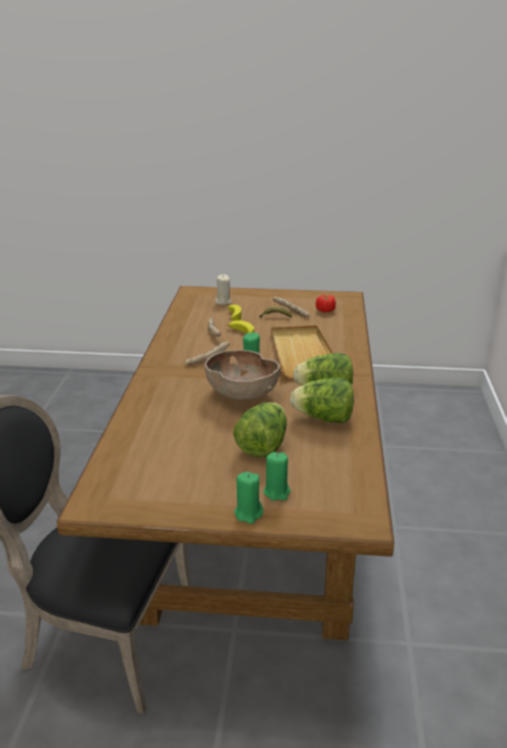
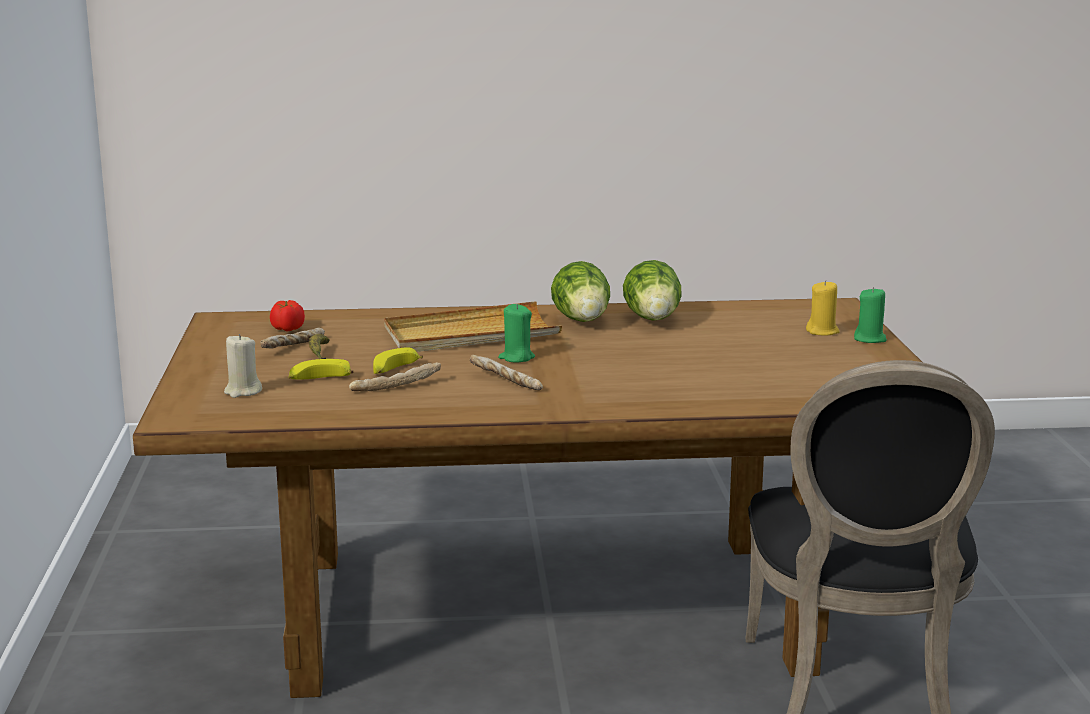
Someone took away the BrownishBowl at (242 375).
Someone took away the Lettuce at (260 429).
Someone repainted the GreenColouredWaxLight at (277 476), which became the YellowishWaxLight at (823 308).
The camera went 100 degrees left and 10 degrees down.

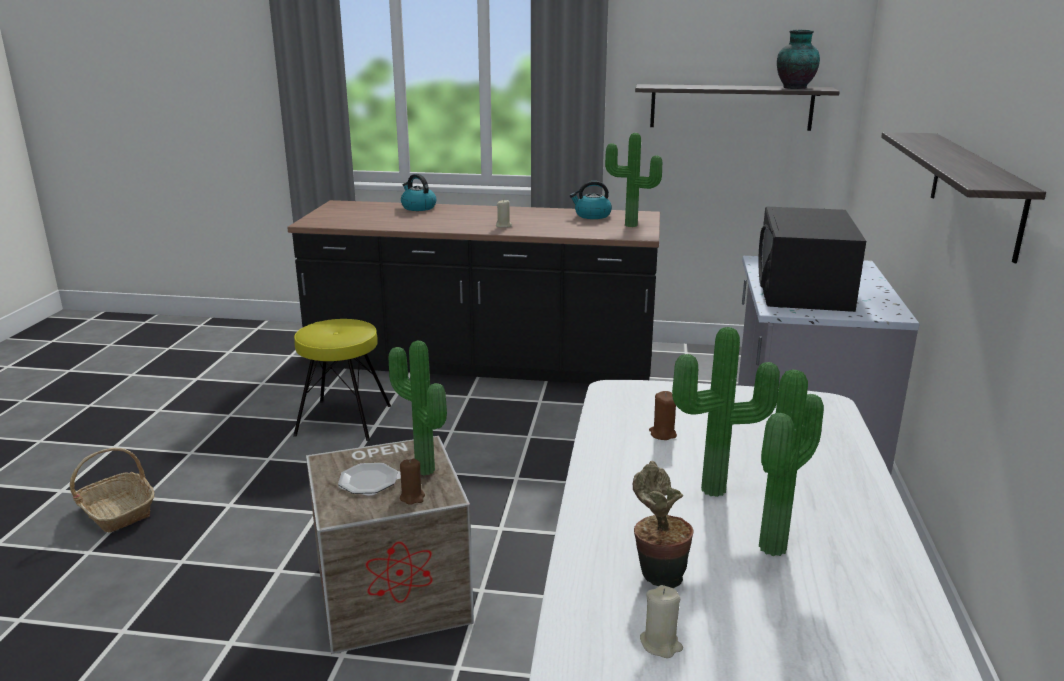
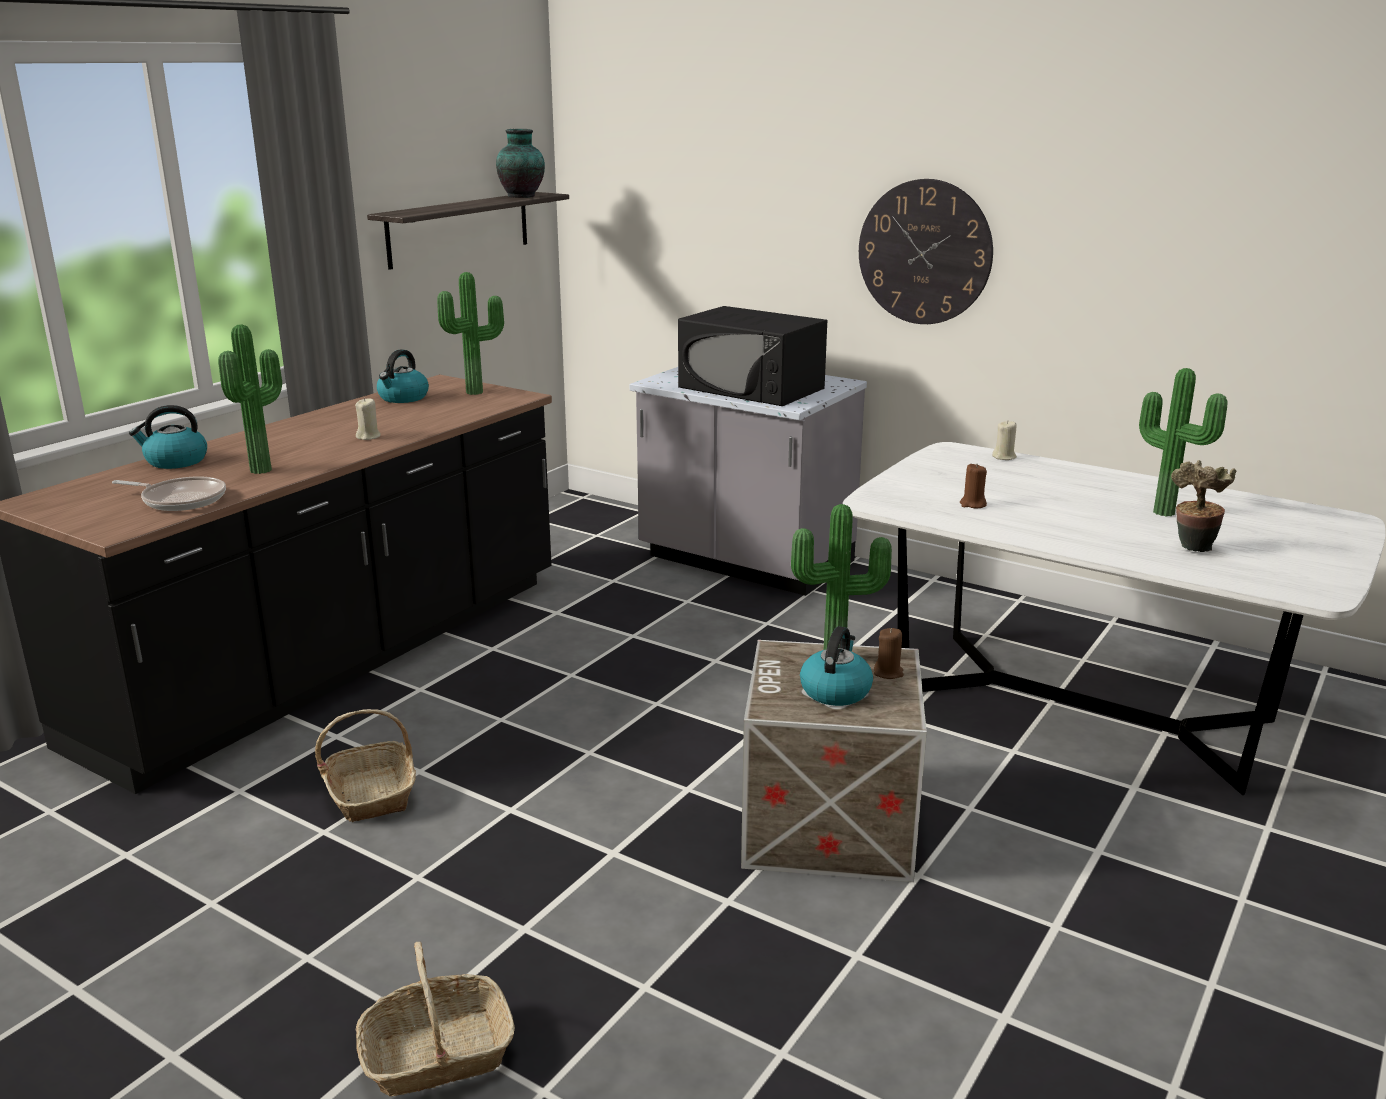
Someone swapped the YellowishStoolSeat at (342 380) for the StorageBasket at (365 765).
Someone swapped the Plate at (367 478) for the TeaKettle at (836 666).
Someone carried the SandColouredWaxLight from (661 621) to (1004 440).
Someone carried the Houseplant from (726 412) to (250 399).
Someone swapped the WallShelf at (963 197) for the ClockOnTheWall at (926 251).
Someone put down the Skillet at (169 493).
The camera went 65 degrees left and 0 degrees up.

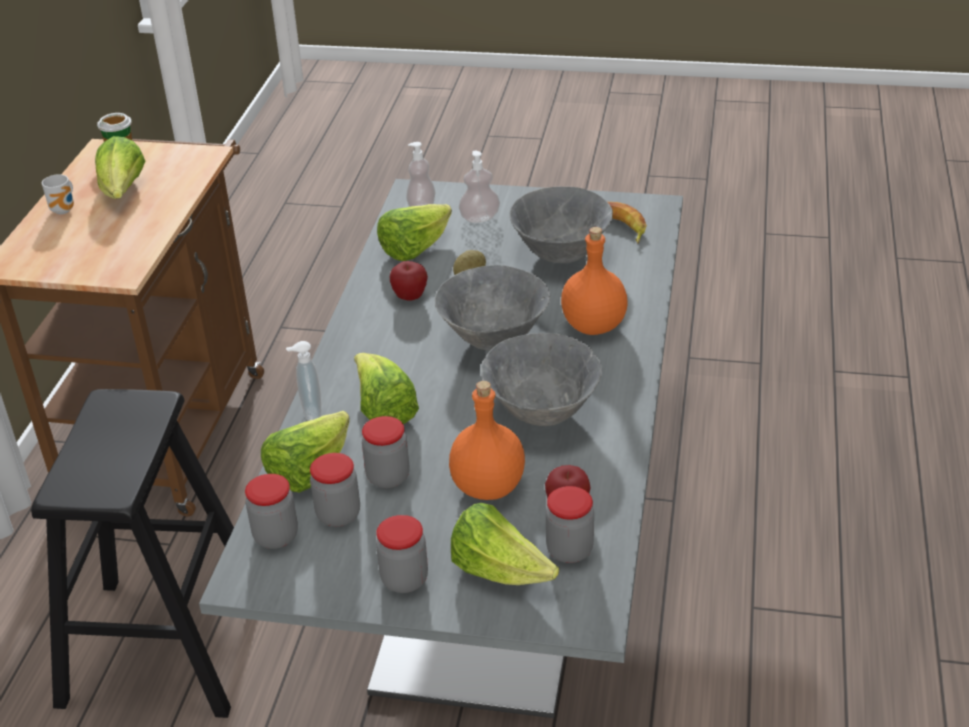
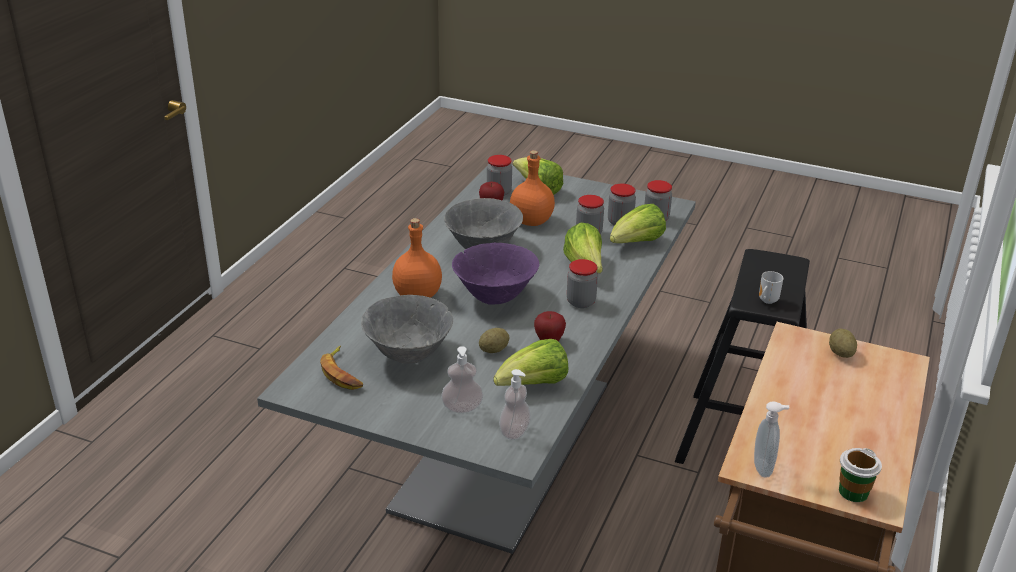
Someone carried the Mug from (58 194) to (771 287).
Someone took away the Lettuce at (120 167).
Someone carried the SoapBottle from (303 381) to (772 439).
Someone carried the PreserveJar from (402 554) to (582 283).
Someone repainted the GreyishBowl at (492 308), which became the PurpleBowl at (495 274).
Someone put down the WholePotato at (843 343).
The camera went 170 degrees left and 5 degrees down.

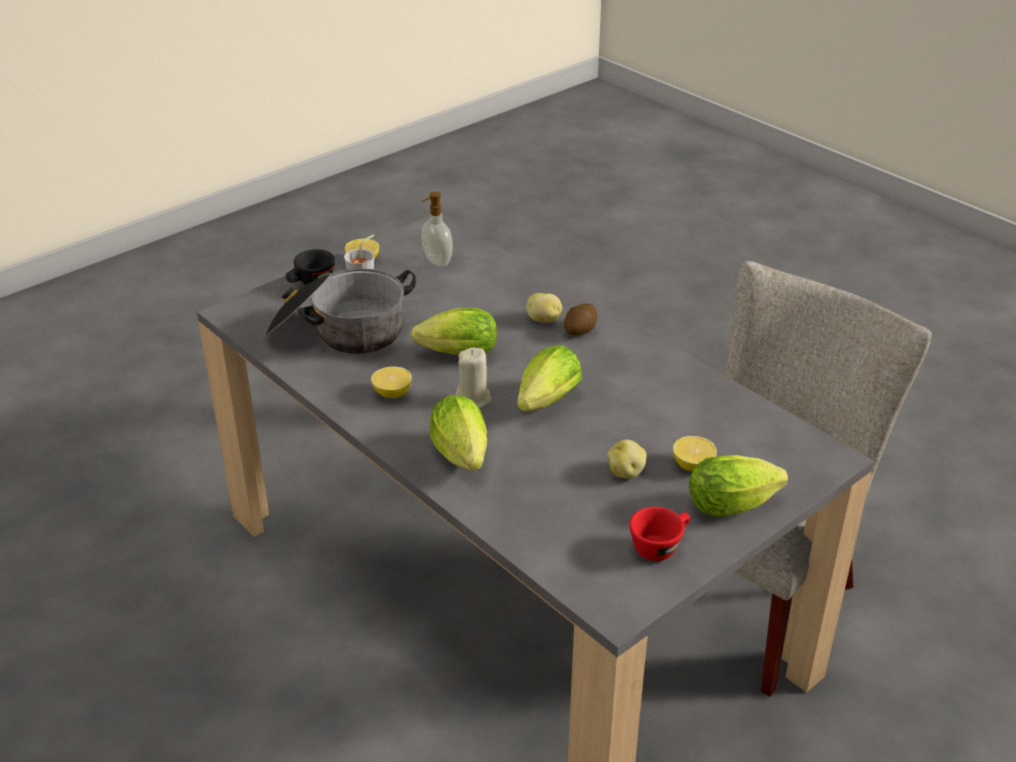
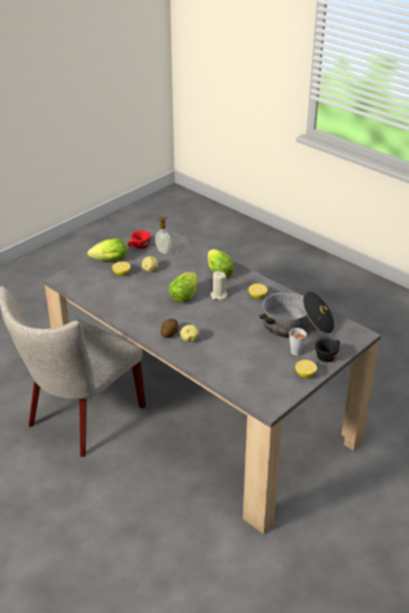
Someone took away the Lettuce at (454 331).
Someone carried the SoapBottle from (437 229) to (163 235).
The camera went 175 degrees right and 0 degrees up.

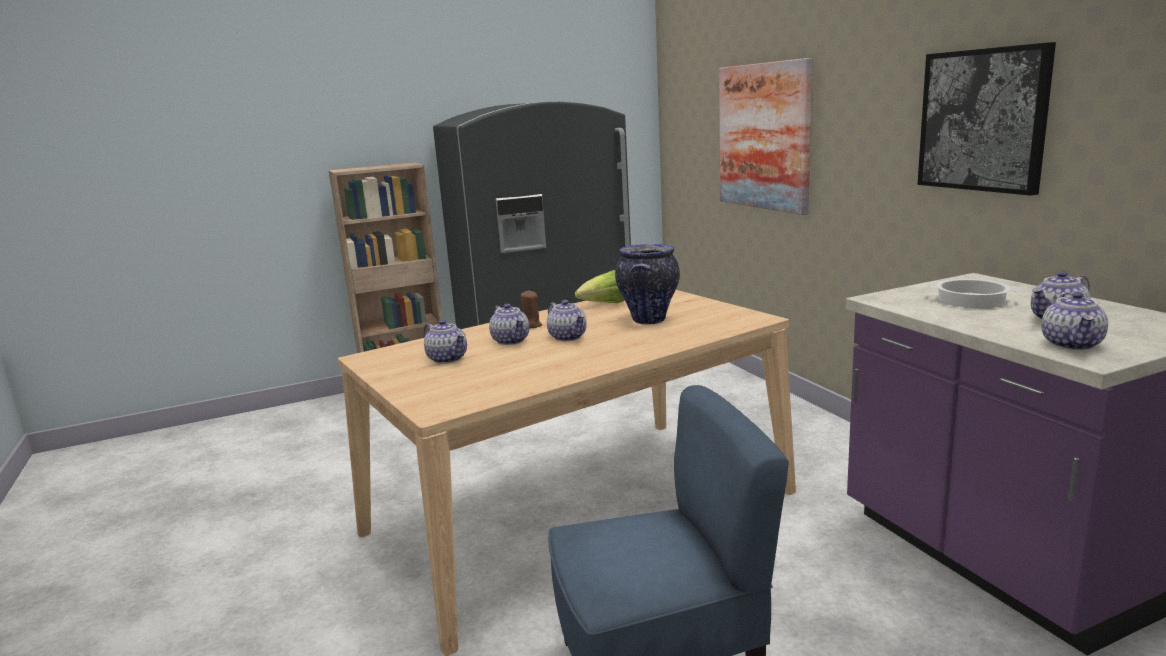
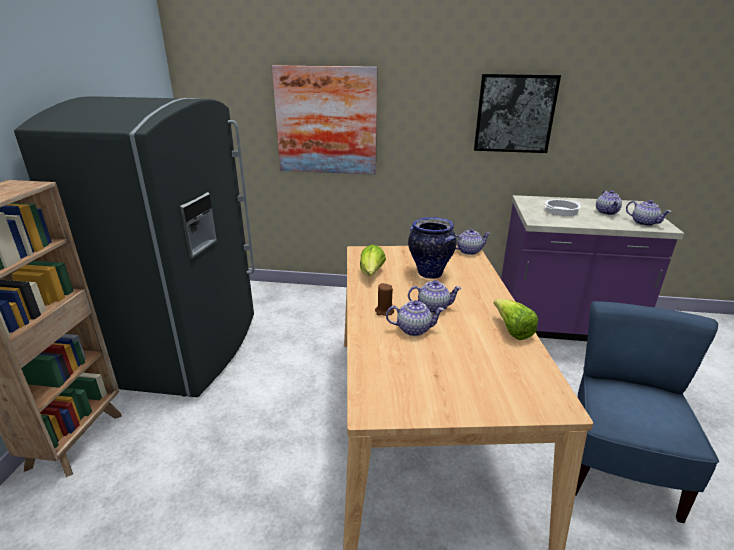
Someone carried the Teapot from (445 342) to (473 242).
Someone put down the Lettuce at (515 319).
The camera went 60 degrees left and 10 degrees up.

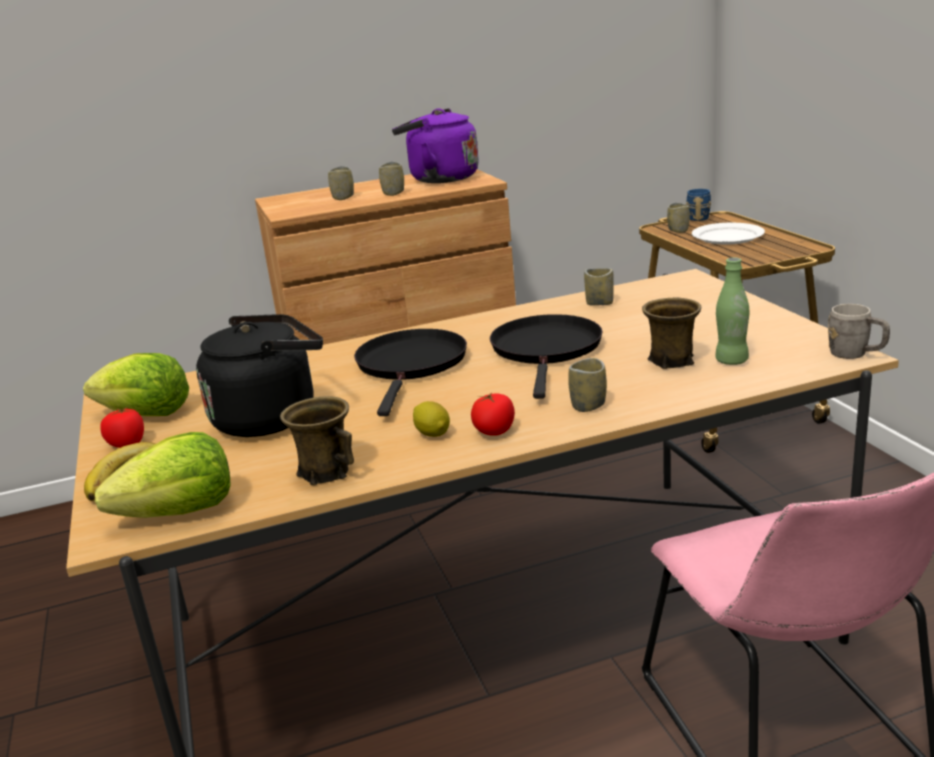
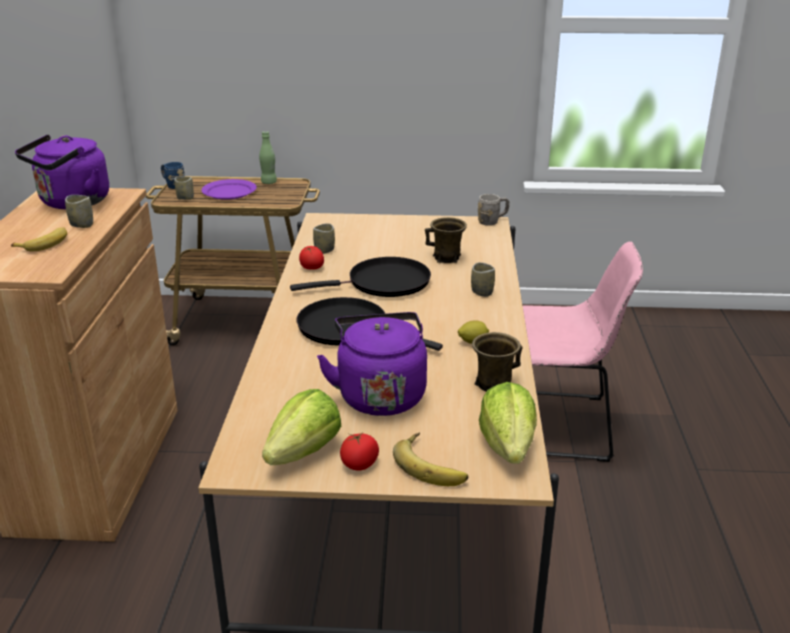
Someone repainted the BlackishTeaKettle at (259 375), which became the PurpleTeaKettle at (372 364).
Someone swapped the DrinkingCup at (341 183) for the BananaFruit at (39 239).
Someone carried the Tomato from (493 414) to (311 258).
Someone rotated the BlackishSkillet at (546 356) by 135 degrees clockwise.
Someone repainted the WhitishPlate at (728 234), which became the PurplePlate at (229 189).
Someone carried the GreenColouredBeverageBottle from (732 311) to (268 157).
The camera went 70 degrees left and 5 degrees up.

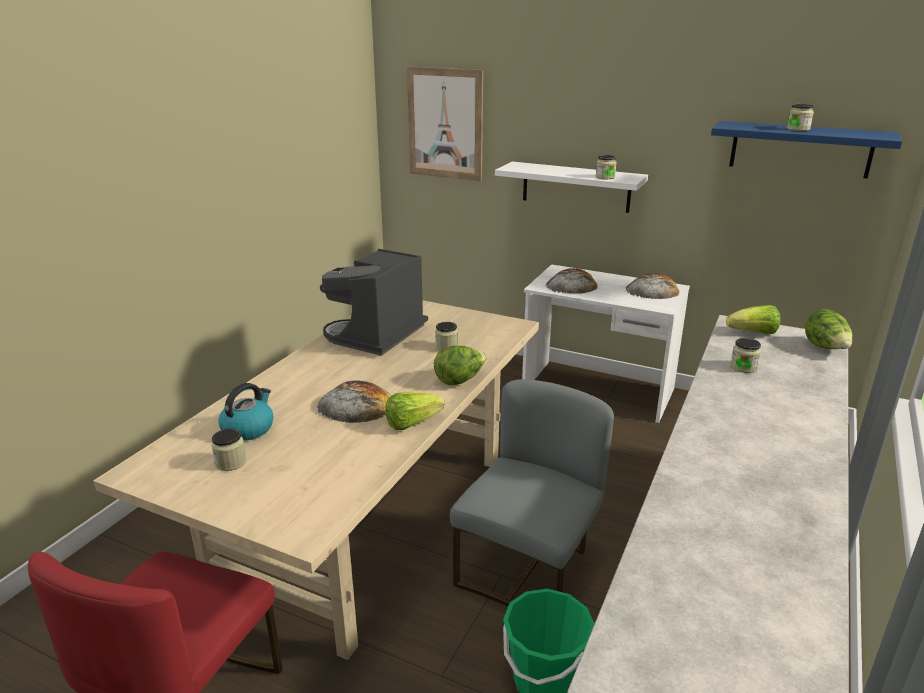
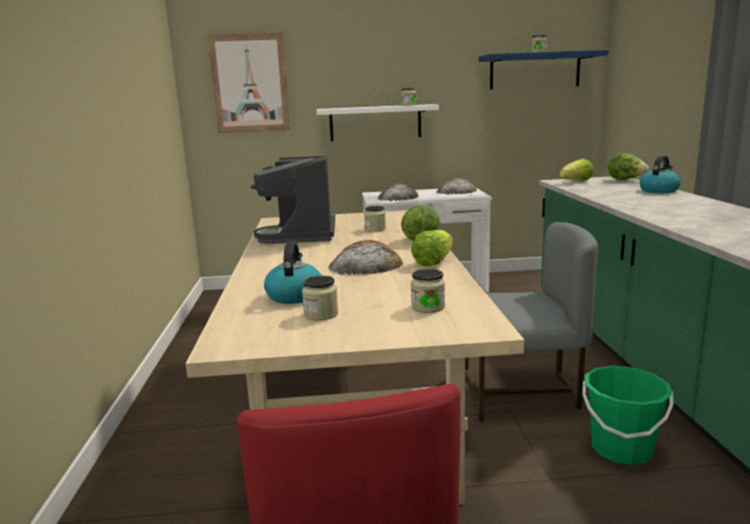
Someone rotated the GreyishChair at (532 492) by 90 degrees clockwise.
Someone carried the PreserveJar from (745 355) to (428 291).
Someone put down the TeaKettle at (660 174).
The camera went 30 degrees left and 10 degrees down.

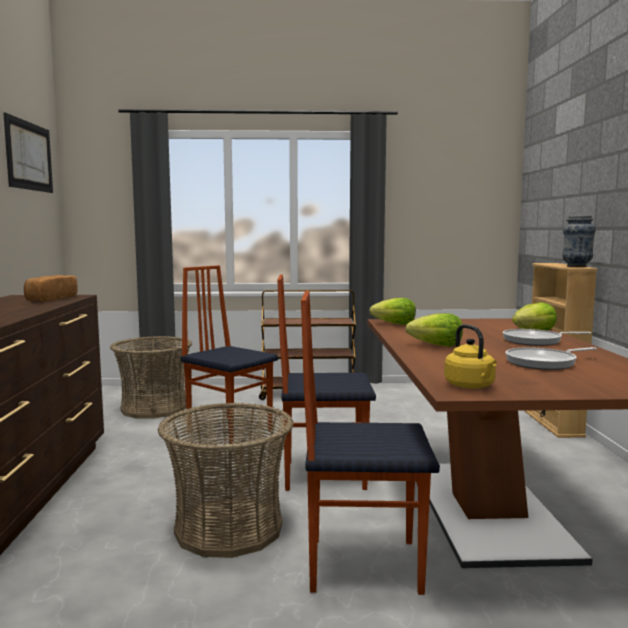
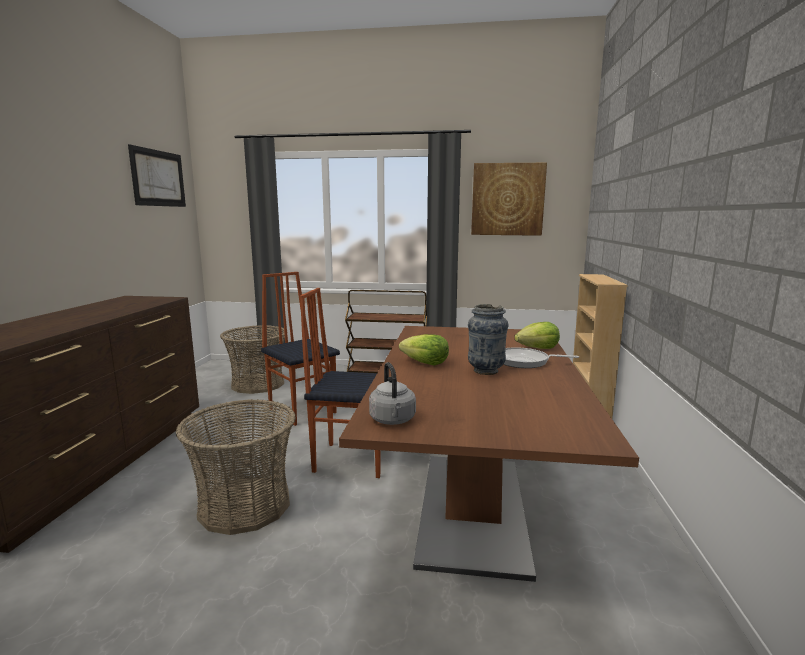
Someone took away the BakedBread at (51 288).
Someone took away the Chair at (370 443).
Someone took away the Lettuce at (392 311).
Someone repainted the YellowishTeaKettle at (470 356), which became the GreyishTeaKettle at (392 393).
Someone took away the Skillet at (551 358).
Someone carried the DecorativeVase from (579 241) to (488 339).
Someone put up the WallArt at (509 199).
The camera went 10 degrees right and 5 degrees up.

